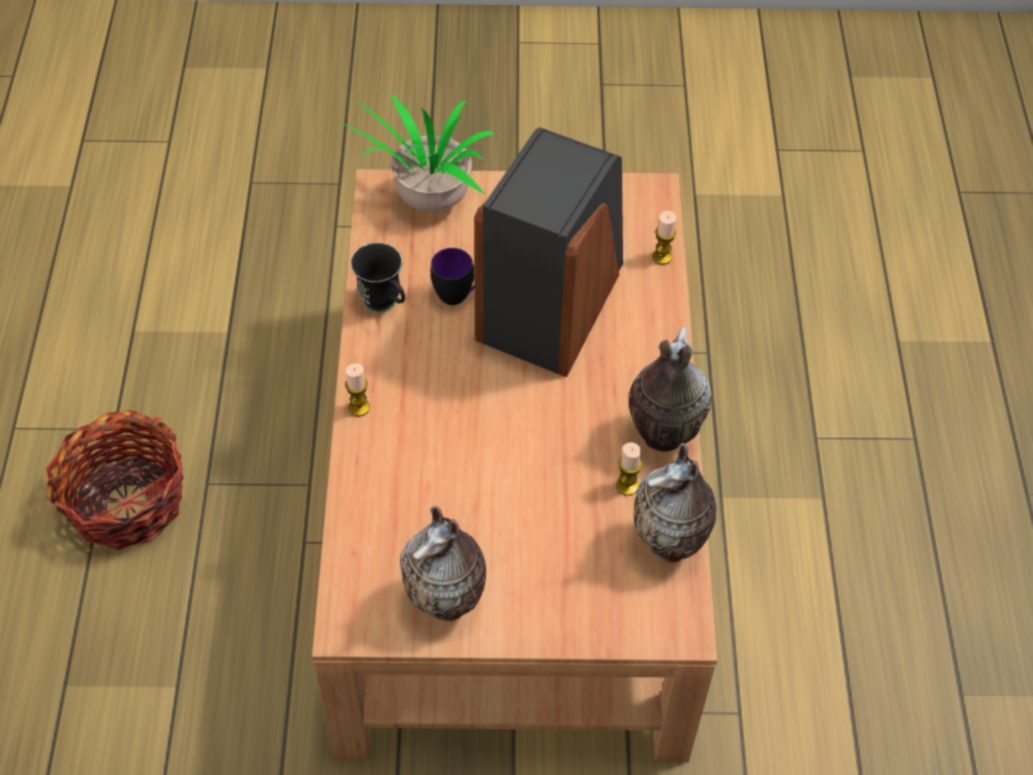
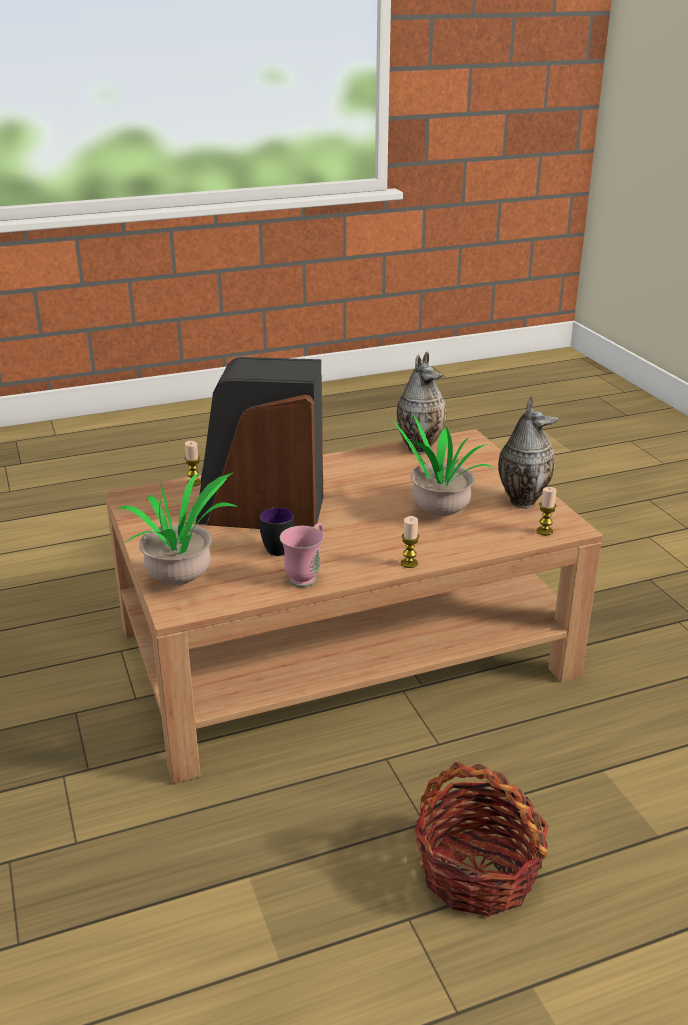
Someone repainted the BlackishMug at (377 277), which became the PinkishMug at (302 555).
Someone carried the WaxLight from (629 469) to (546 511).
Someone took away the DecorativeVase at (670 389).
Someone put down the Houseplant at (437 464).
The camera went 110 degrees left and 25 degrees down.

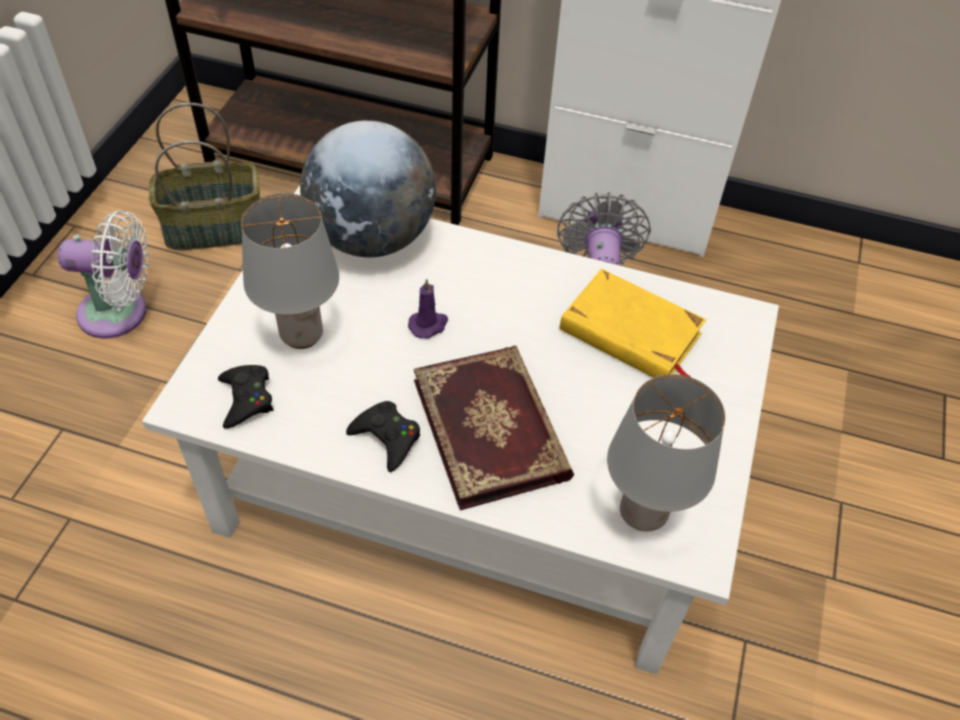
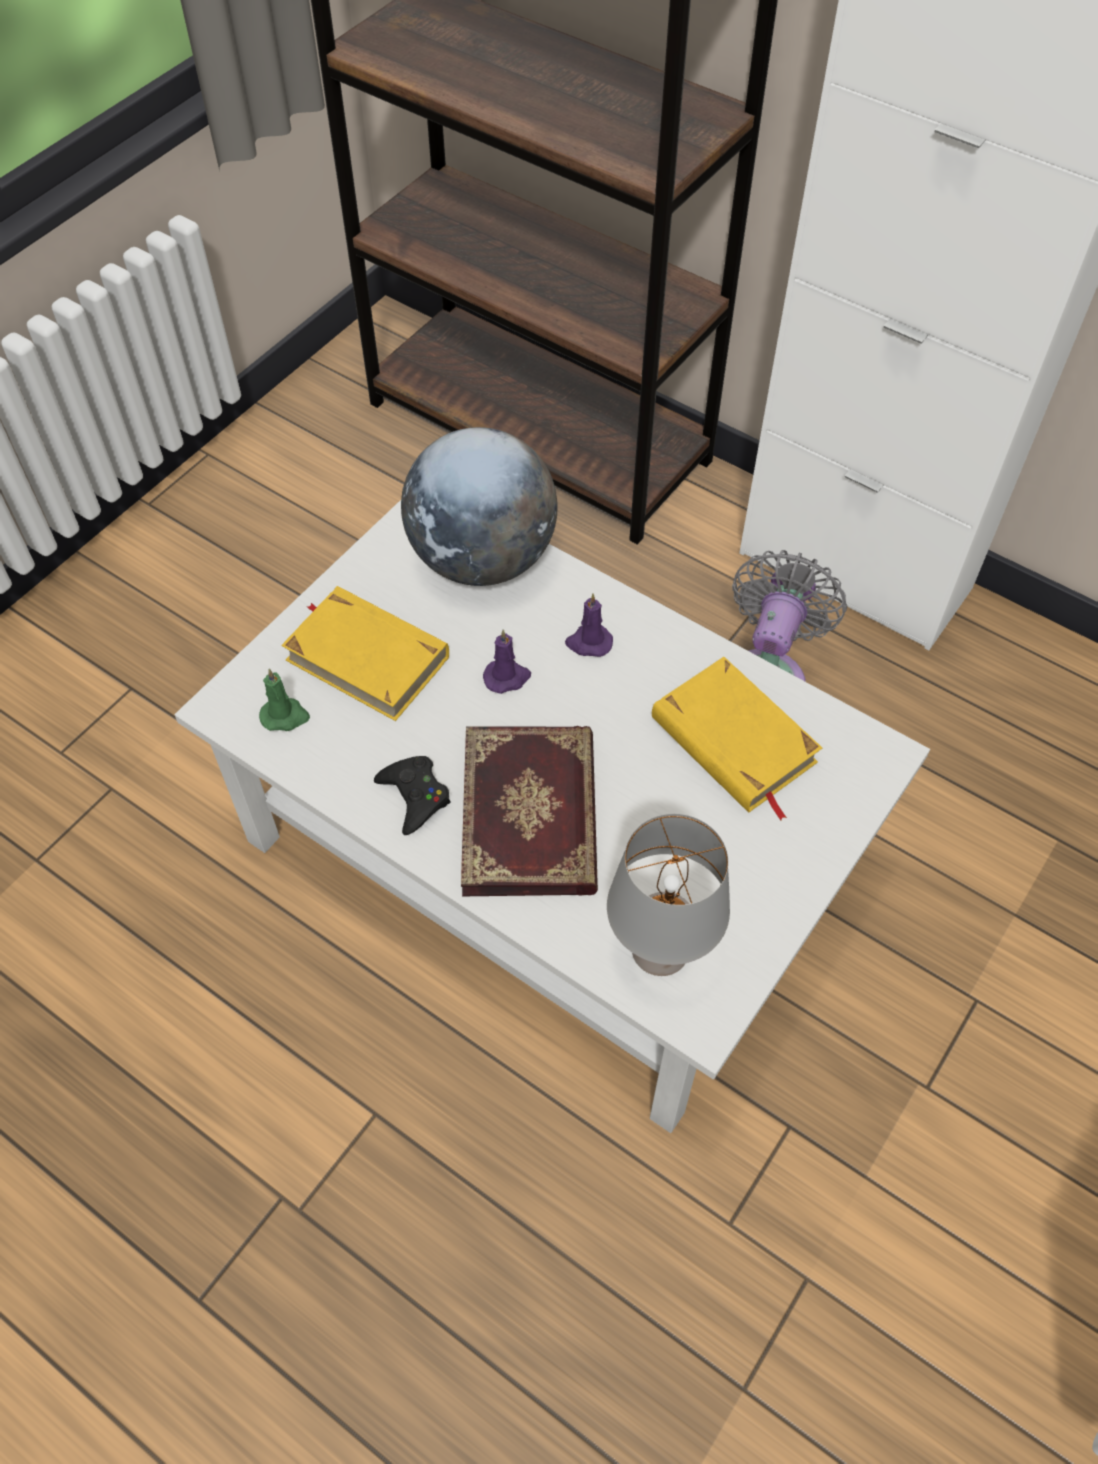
Someone took away the WhitishElectricFan at (103 274).
Someone took away the StorageBasket at (204 176).
Someone swapped the BlackishGamepad at (245 396) for the GreenColouredWaxLight at (284 700).
Someone swapped the GreyishTabletopLamp at (290 271) for the YellowishBoundBook at (365 653).
Someone put down the PurpleWaxLight at (589 625).
The camera went 20 degrees right and 5 degrees up.

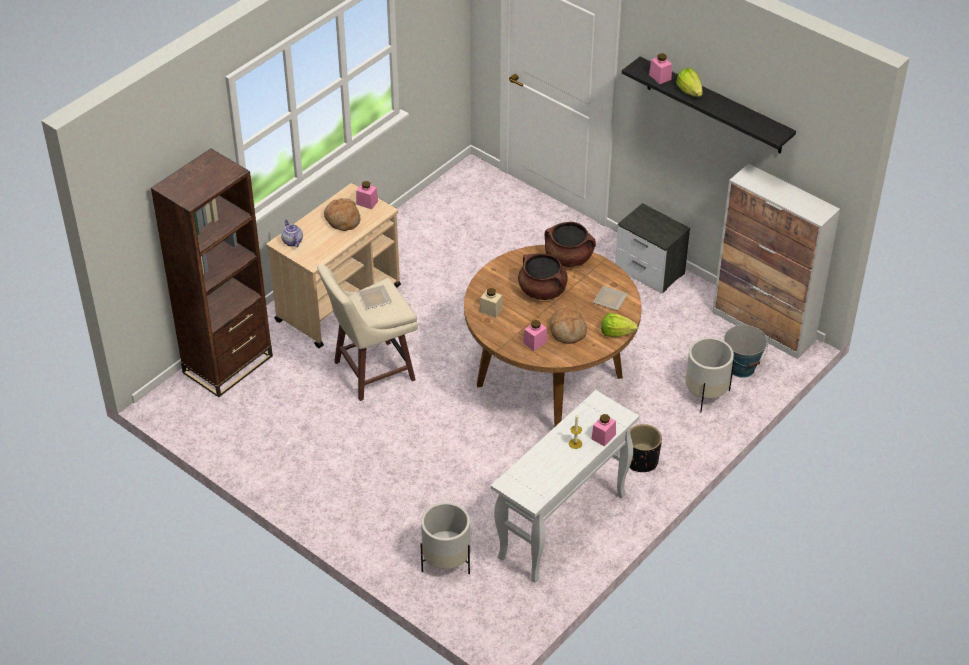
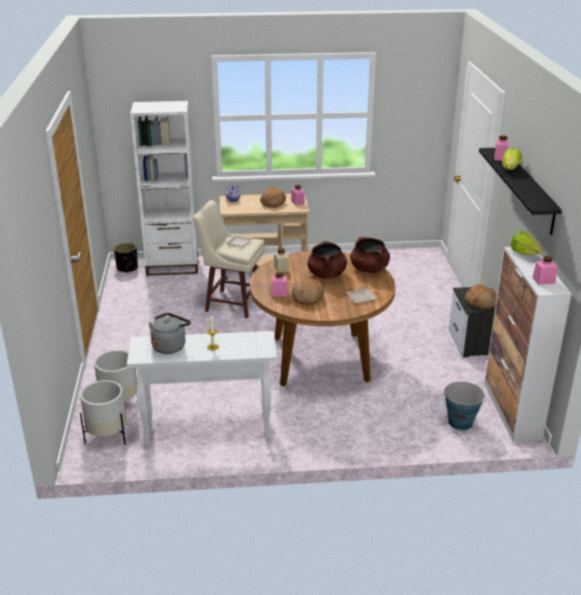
Someone repainted the BrownishShelvingUnit at (212 272), which became the WhitishShelvingUnit at (164 188).
Someone carried the PinkishPreserveJar from (604 430) to (545 270).
Someone carried the Lettuce from (619 325) to (526 243).
Someone carried the BlackishPlanter from (645 448) to (126 257).
Someone carried the WhitishPlanter from (709 375) to (103 412).
Someone put down the GreyishTeaKettle at (170 333).
Someone put down the BakedBread at (481 296).
The camera went 45 degrees right and 15 degrees down.

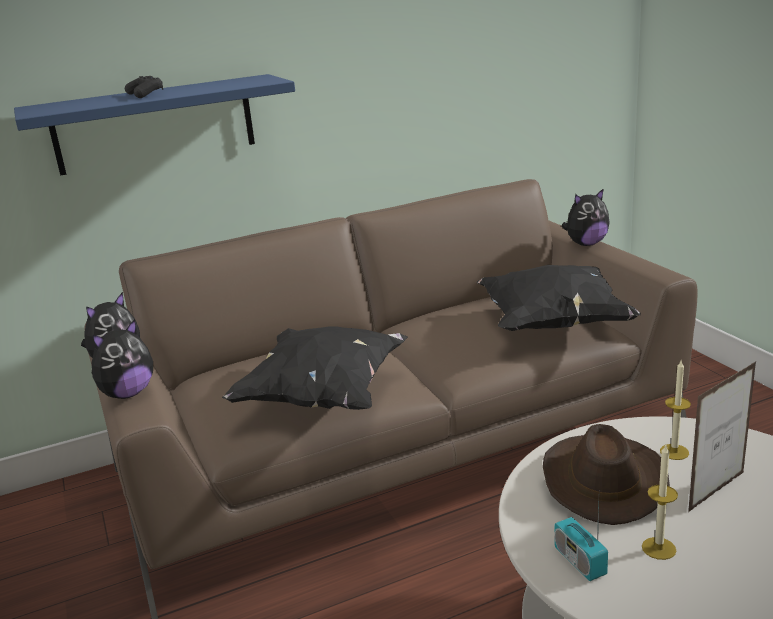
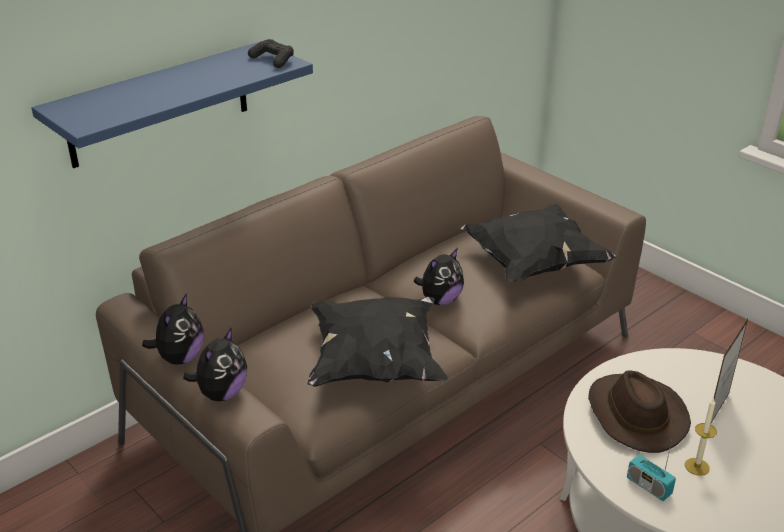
Someone carried the BlackishGamepad from (144 87) to (271 53).
Someone carried the CuddlyToy from (585 217) to (439 276).
Someone took away the WaxLight at (675 410).
The camera went 20 degrees left and 10 degrees up.

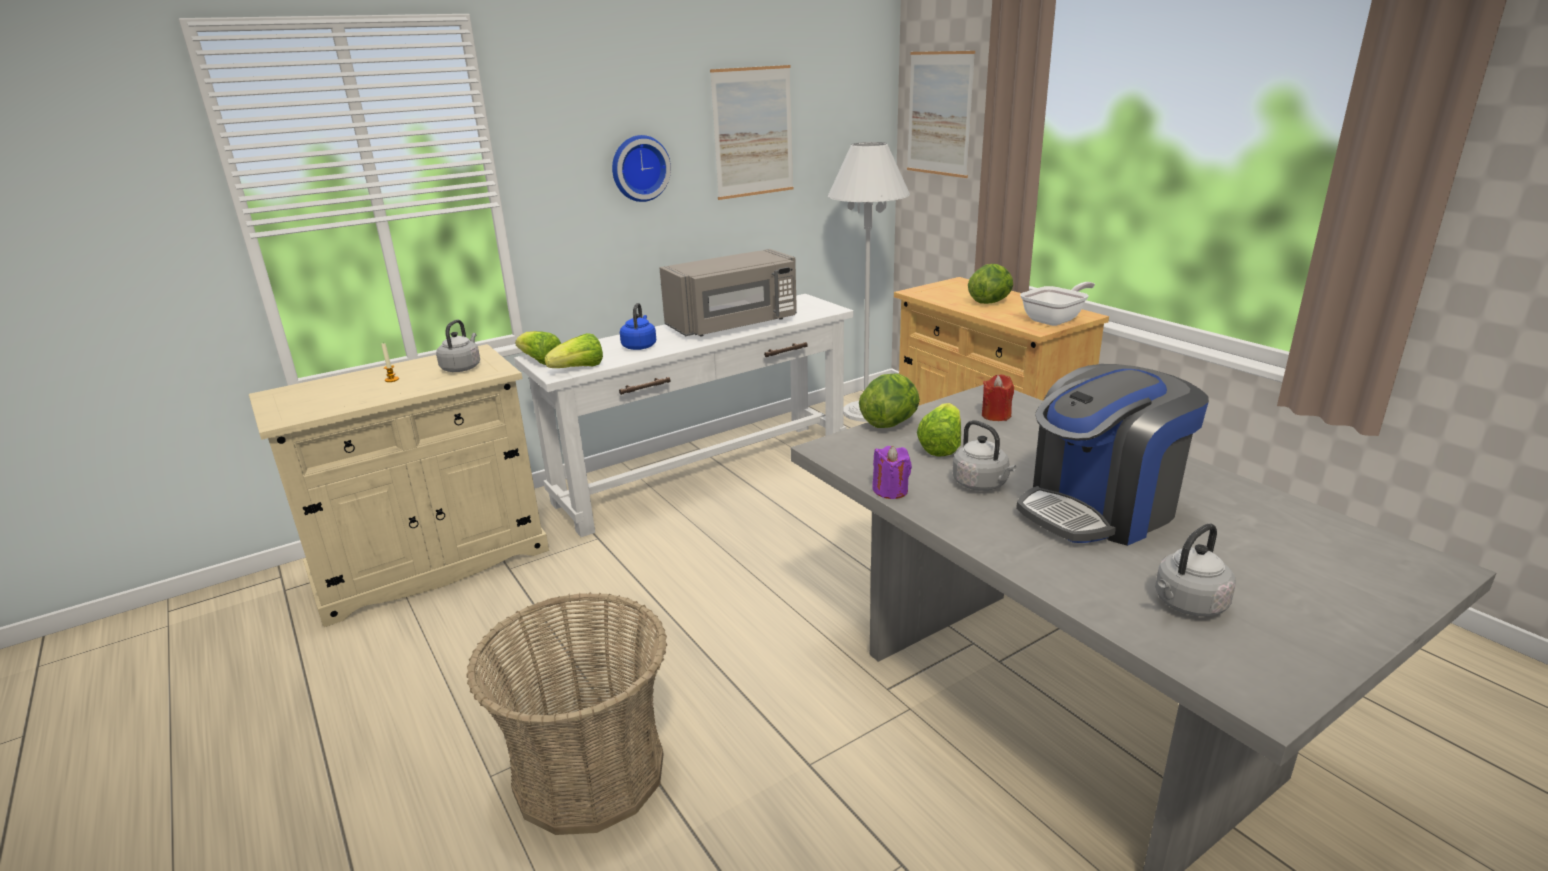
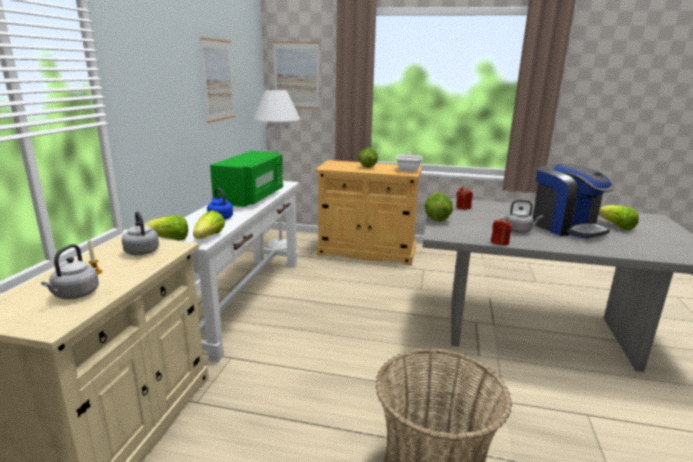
Someone took away the ClockOnTheWall at (641 168).
Someone repainted the GreyishMicrowaveOven at (728 292), which became the GreenColouredMicrowaveOven at (246 179).
Someone repainted the PurpleWaxLight at (892 472), which became the RedColouredWaxLight at (502 231).
Someone carried the Lettuce from (939 430) to (619 217).
Someone rotated the CoffeeMaker at (1112 455) by 45 degrees counterclockwise.
Someone carried the GreyishTeaKettle from (1195 570) to (70 271).
The camera went 45 degrees left and 5 degrees down.

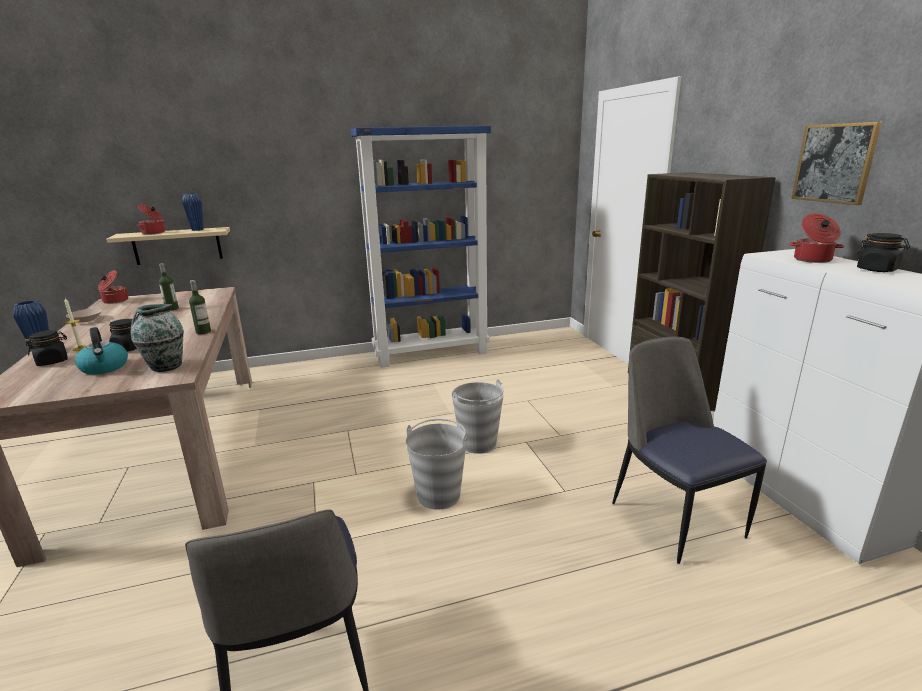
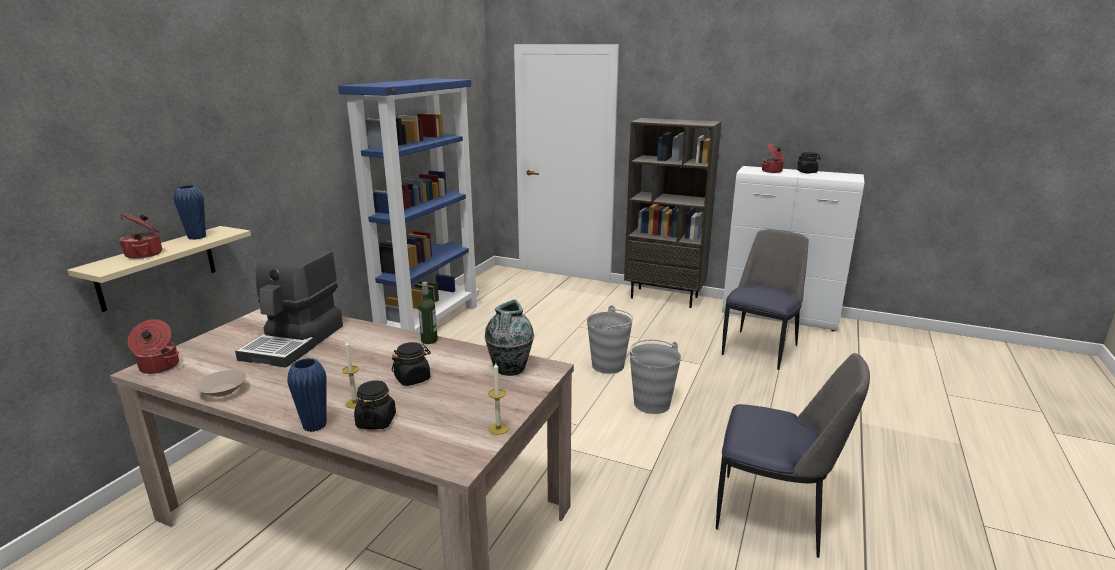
Someone took away the TeaKettle at (101 351).
Someone swapped the BeverageBottle at (169 287) for the CoffeeMaker at (289 307).
Someone rotated the Chair at (689 450) by 105 degrees clockwise.
Someone took away the WallArt at (836 163).
Someone put down the WaxLight at (498 399).
The camera went 50 degrees left and 0 degrees up.

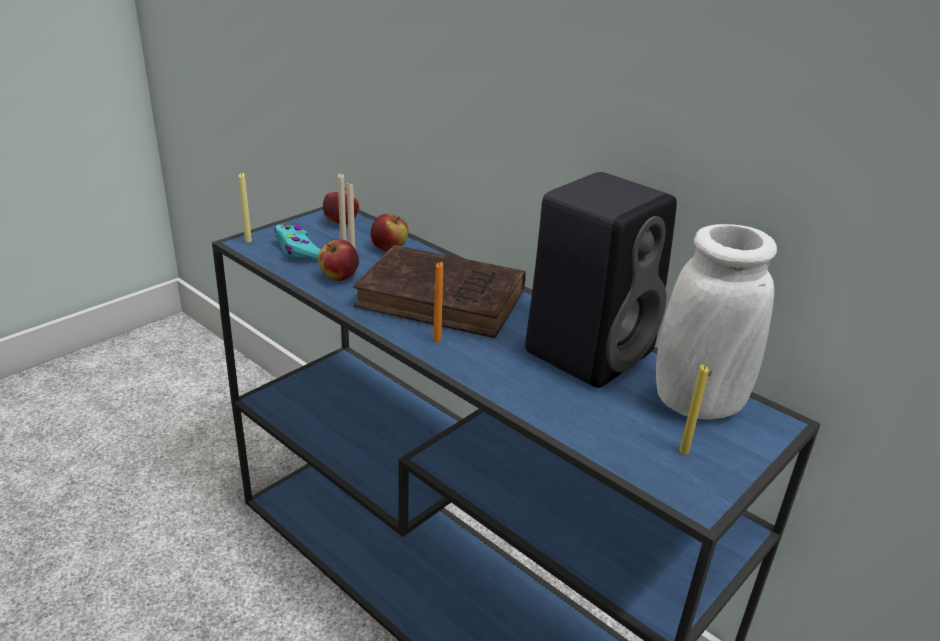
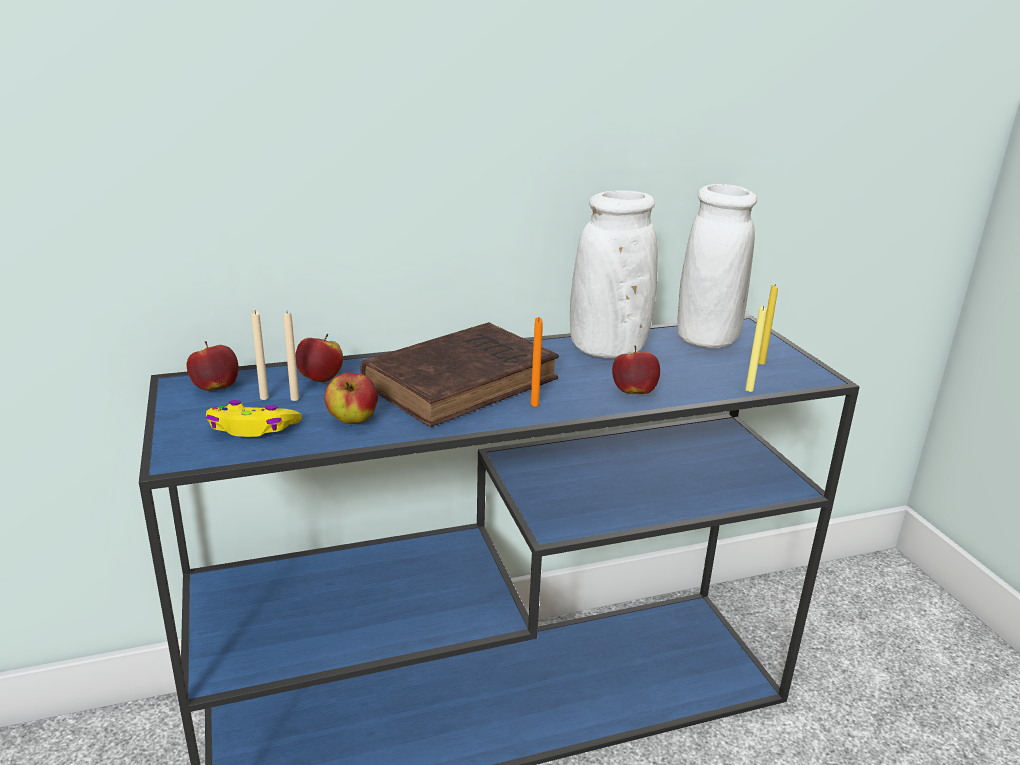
Someone carried the YellowishWaxLight from (245 208) to (756 349).
Someone repainted the TurquoiseColouredGamepad at (297 242), which became the YellowishGamepad at (254 418).
Someone swapped the BlackishLoudspeaker at (601 280) for the WhitishDecorativeVase at (614 274).
Someone put down the WholeApple at (636 370).
The camera went 60 degrees left and 5 degrees down.

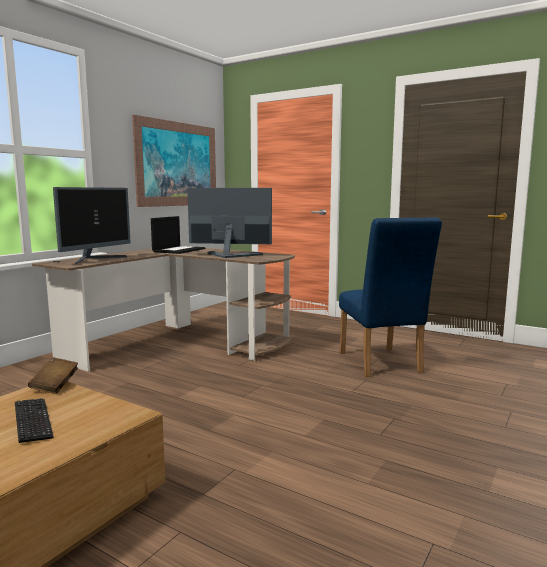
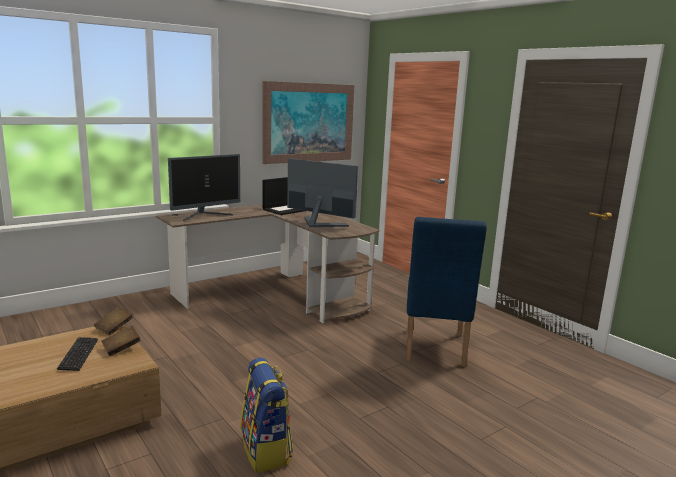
Someone put down the BrownishBoundBook at (121 341).
Someone put down the Backpack at (267 415).
The camera went 20 degrees right and 5 degrees up.

